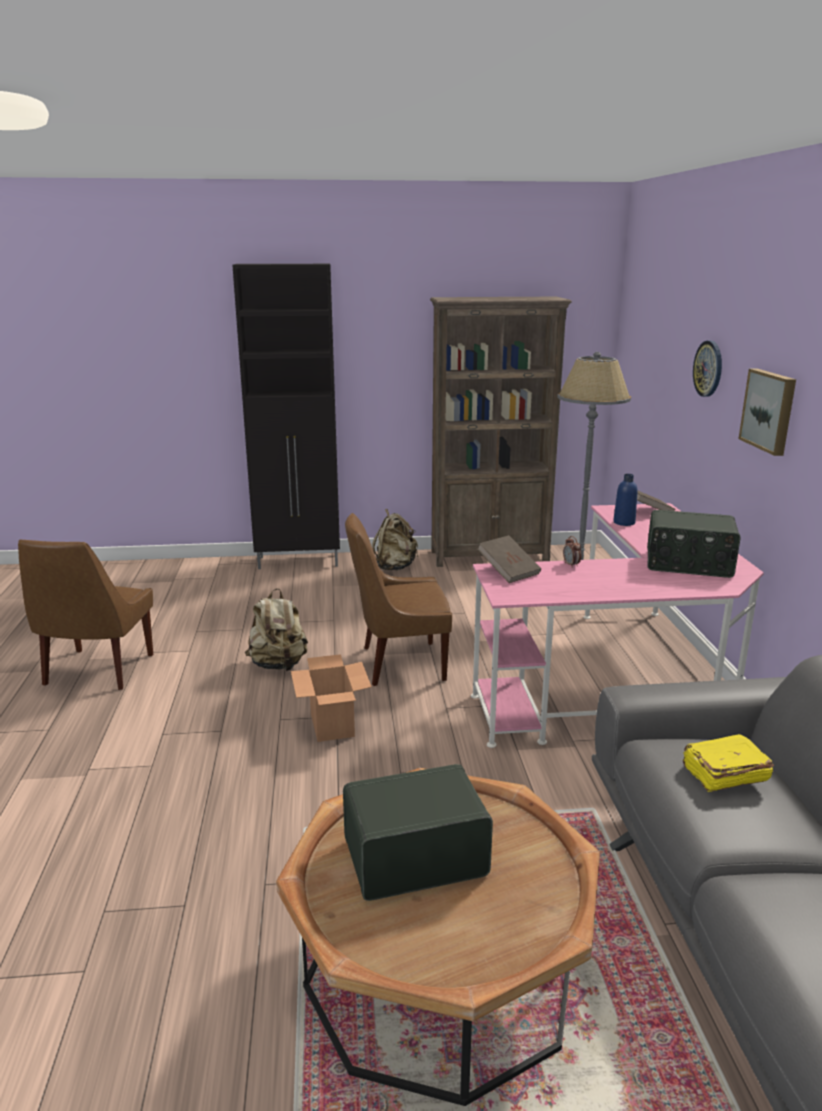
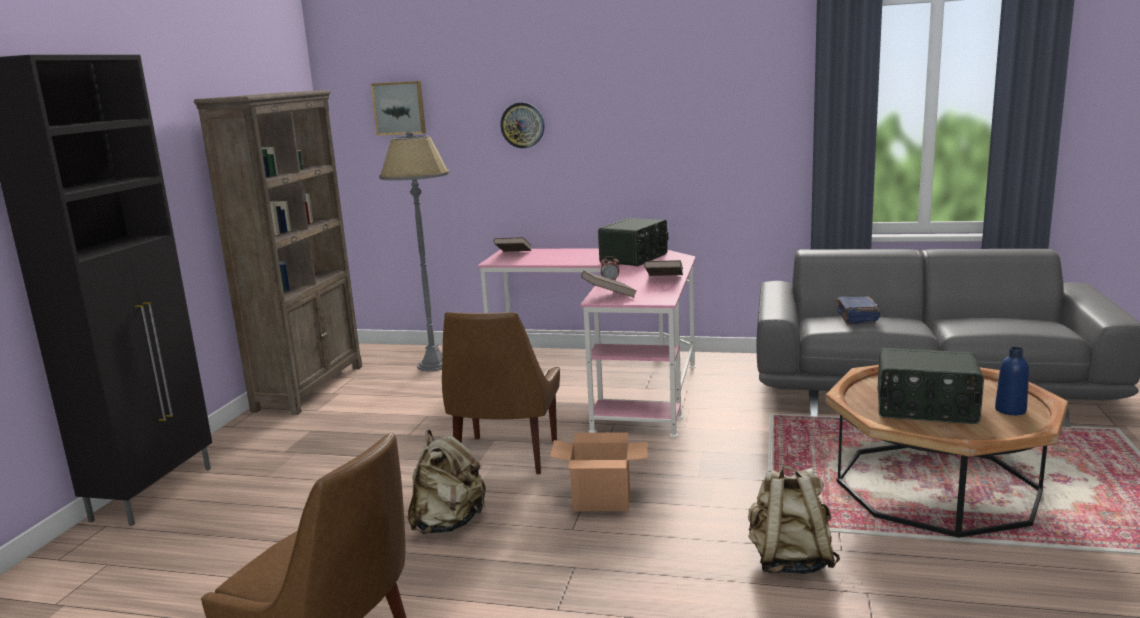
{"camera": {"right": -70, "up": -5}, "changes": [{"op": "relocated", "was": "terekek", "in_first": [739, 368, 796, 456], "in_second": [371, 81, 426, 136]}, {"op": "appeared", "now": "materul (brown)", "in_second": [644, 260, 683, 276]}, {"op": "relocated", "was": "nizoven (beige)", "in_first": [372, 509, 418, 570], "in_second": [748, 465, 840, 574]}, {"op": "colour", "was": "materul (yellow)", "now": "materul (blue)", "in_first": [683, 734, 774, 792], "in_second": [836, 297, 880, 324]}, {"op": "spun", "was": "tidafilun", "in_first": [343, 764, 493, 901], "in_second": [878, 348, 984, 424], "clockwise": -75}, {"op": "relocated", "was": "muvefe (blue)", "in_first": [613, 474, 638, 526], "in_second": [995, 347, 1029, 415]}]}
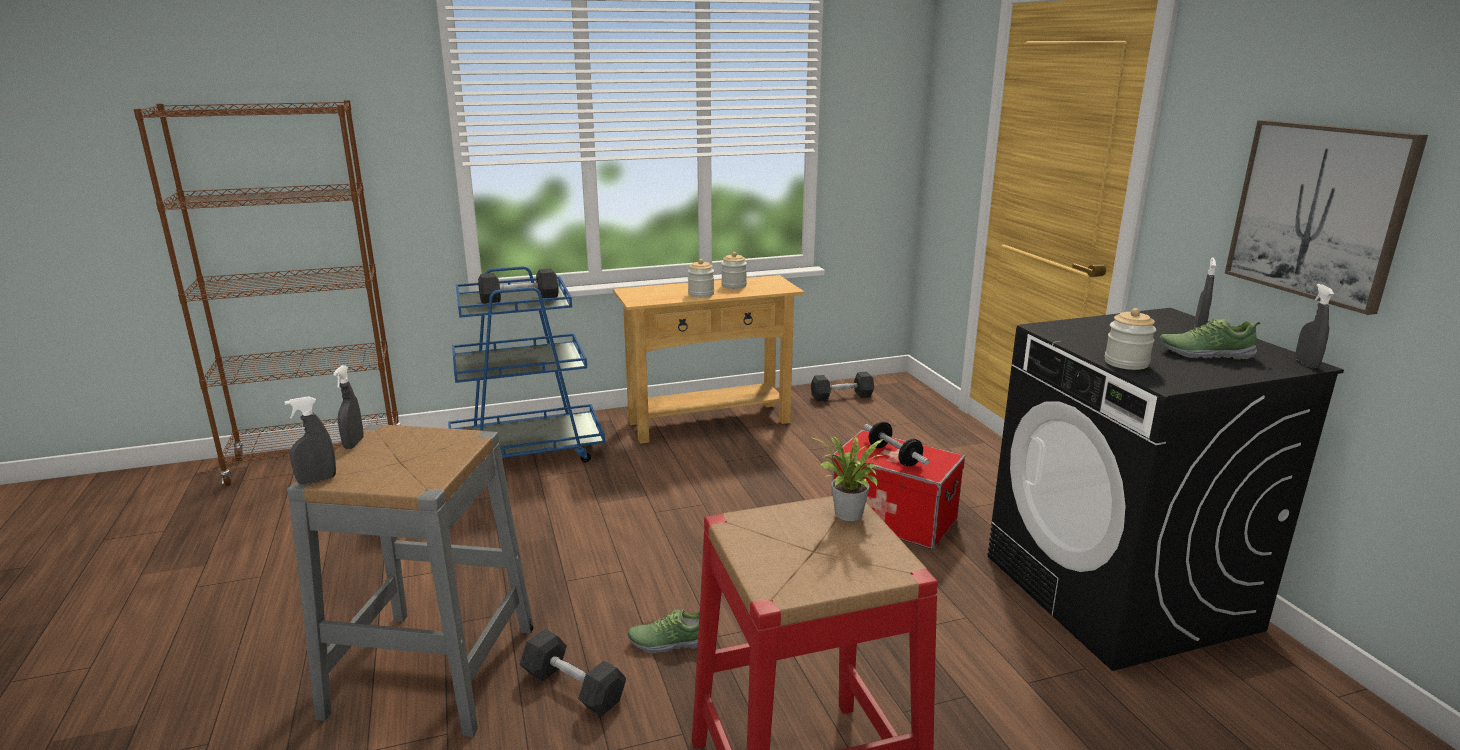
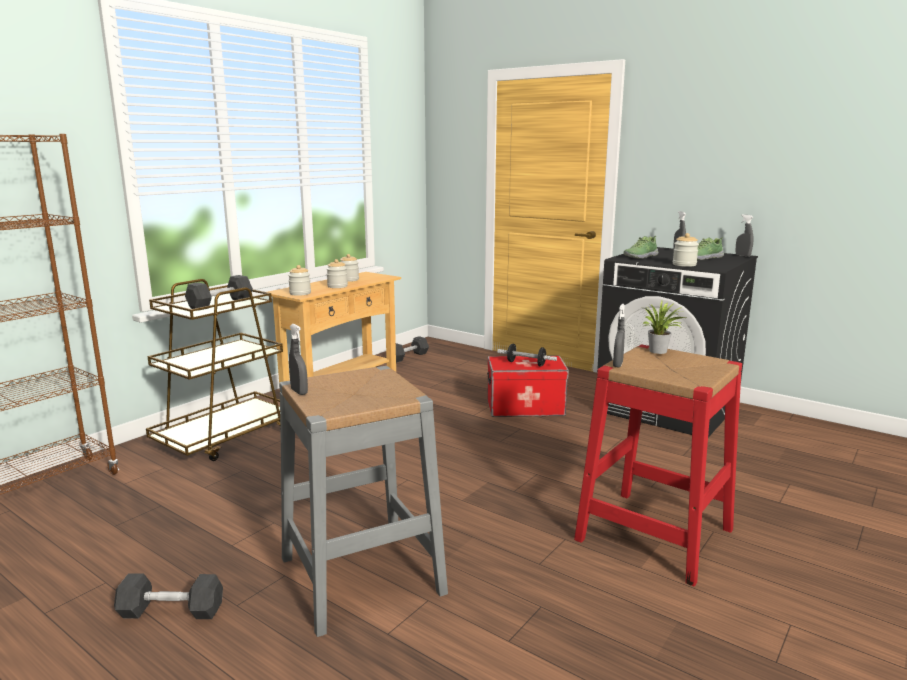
{"camera": {"right": -35, "up": -5}, "changes": [{"op": "relocated", "was": "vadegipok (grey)", "in_first": [520, 629, 626, 716], "in_second": [114, 573, 223, 619]}, {"op": "colour", "was": "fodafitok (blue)", "now": "fodafitok (brown)", "in_first": [448, 266, 605, 462], "in_second": [146, 279, 283, 461]}, {"op": "appeared", "now": "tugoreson", "in_second": [288, 265, 311, 296]}, {"op": "relocated", "was": "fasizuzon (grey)", "in_first": [285, 396, 336, 484], "in_second": [613, 304, 625, 368]}, {"op": "relocated", "was": "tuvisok", "in_first": [628, 609, 700, 653], "in_second": [624, 236, 658, 259]}, {"op": "missing", "was": "terekek", "in_first": [1225, 120, 1428, 315]}]}
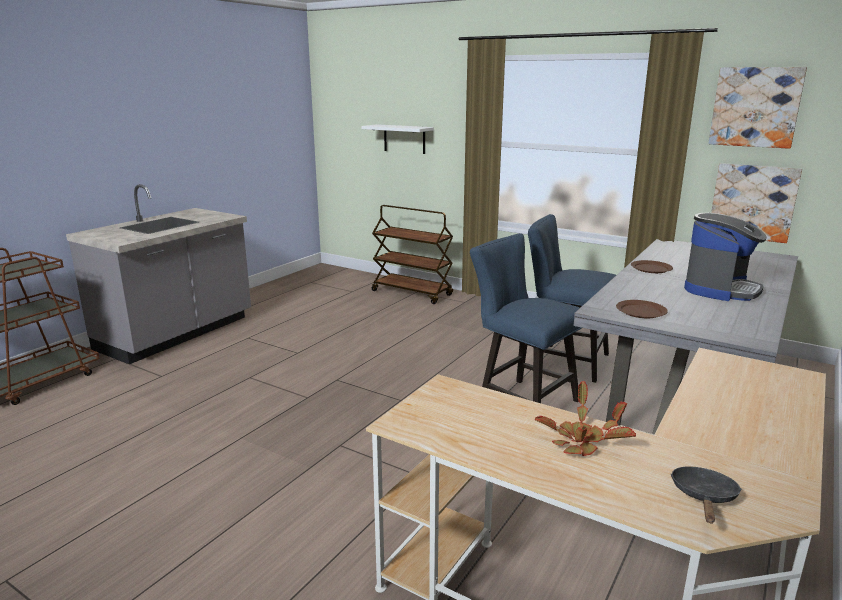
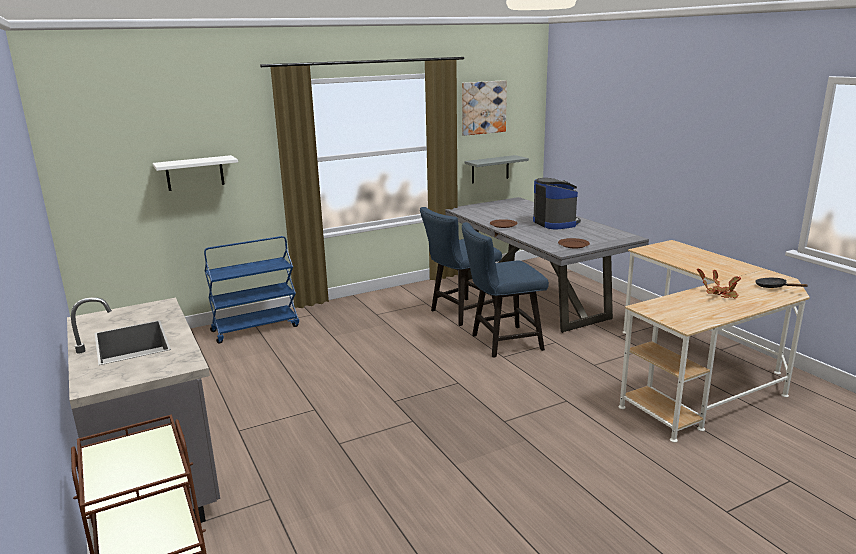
{"camera": {"right": -60, "up": 0}, "changes": [{"op": "colour", "was": "fodafitok (brown)", "now": "fodafitok (blue)", "in_first": [372, 205, 453, 304], "in_second": [204, 236, 299, 344]}, {"op": "exchanged", "was": "terekek", "now": "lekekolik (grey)", "in_first": [711, 163, 802, 243], "in_second": [464, 155, 529, 183]}]}
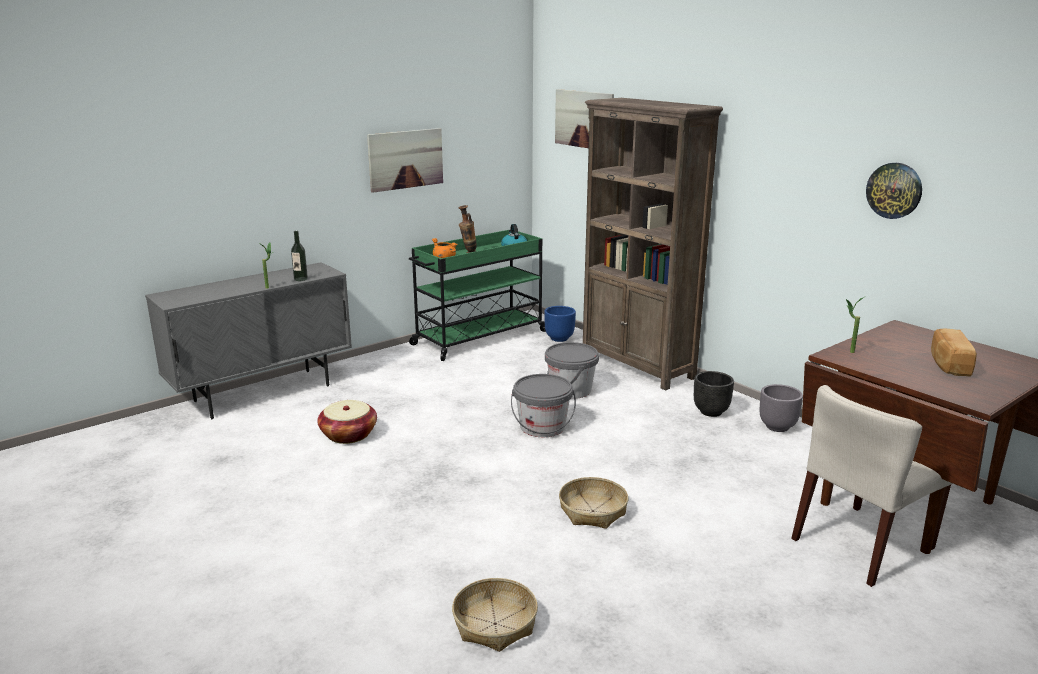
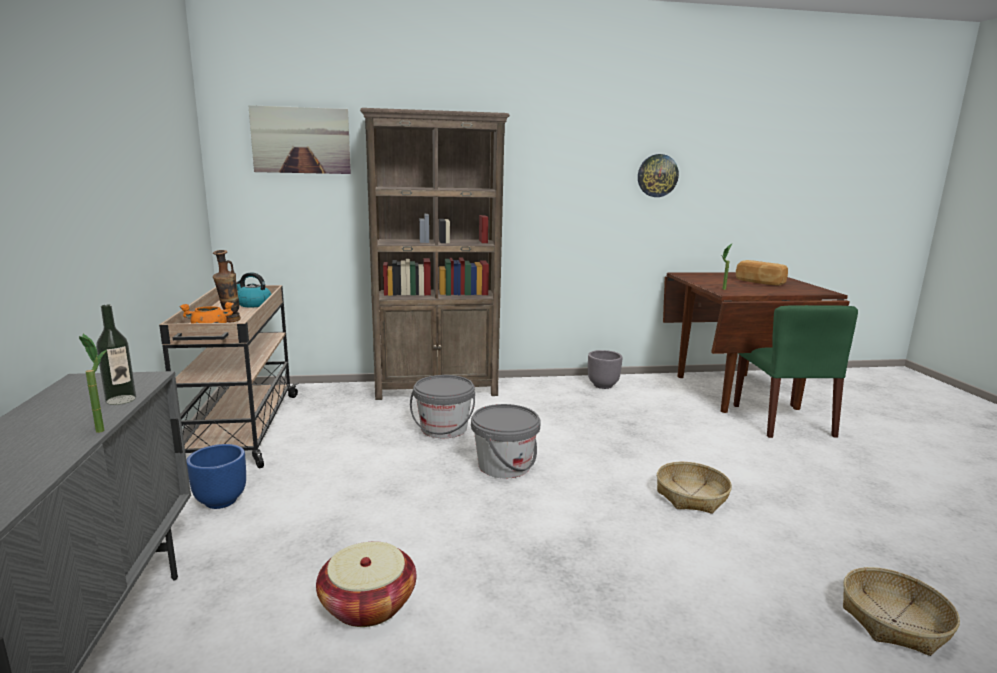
{"camera": {"right": -60, "up": -5}, "changes": [{"op": "colour", "was": "fodafitok (green)", "now": "fodafitok (beige)", "in_first": [409, 230, 546, 361], "in_second": [159, 285, 299, 469]}, {"op": "relocated", "was": "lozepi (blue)", "in_first": [544, 306, 576, 342], "in_second": [186, 444, 246, 509]}, {"op": "colour", "was": "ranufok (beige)", "now": "ranufok (green)", "in_first": [791, 385, 953, 587], "in_second": [734, 305, 858, 438]}, {"op": "missing", "was": "terekek", "in_first": [367, 128, 443, 193]}, {"op": "missing", "was": "lozepi (black)", "in_first": [694, 371, 734, 417]}]}
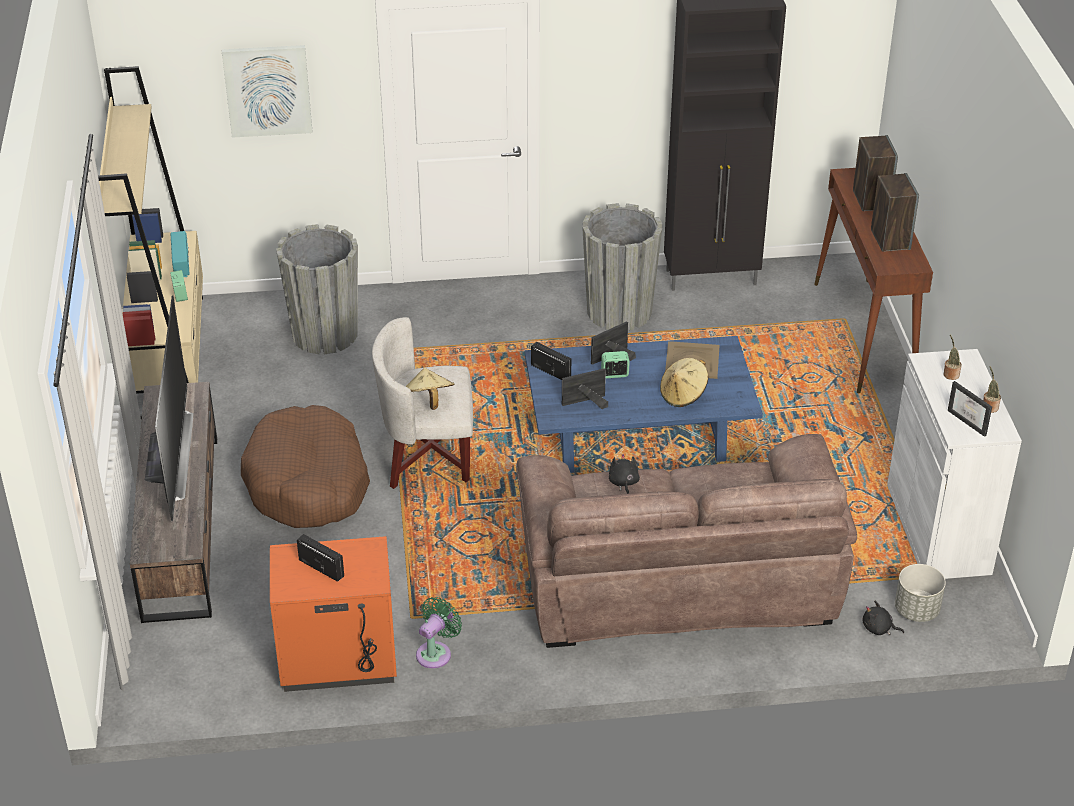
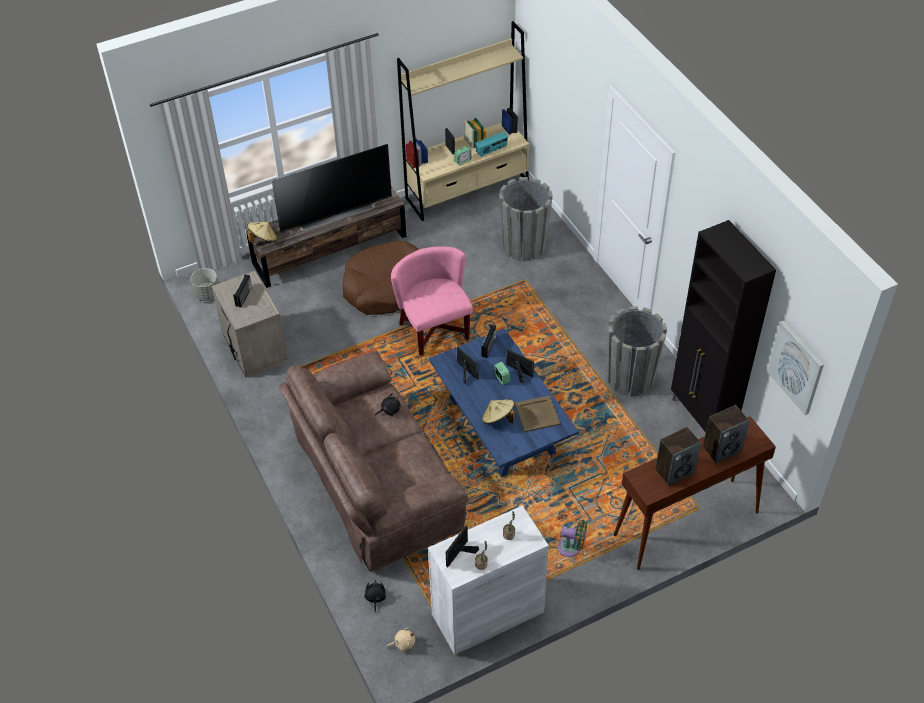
{"camera": {"right": 70, "up": 10}, "changes": [{"op": "relocated", "was": "lozepi (grey)", "in_first": [895, 564, 946, 622], "in_second": [191, 268, 218, 301]}, {"op": "colour", "was": "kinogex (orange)", "now": "kinogex (beige)", "in_first": [270, 536, 397, 692], "in_second": [211, 270, 287, 377]}, {"op": "relocated", "was": "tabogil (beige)", "in_first": [406, 368, 454, 410], "in_second": [247, 222, 278, 243]}, {"op": "appeared", "now": "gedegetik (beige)", "in_second": [386, 627, 415, 652]}, {"op": "colour", "was": "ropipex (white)", "now": "ropipex (pink)", "in_first": [372, 317, 473, 489], "in_second": [391, 246, 473, 356]}, {"op": "relocated", "was": "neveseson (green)", "in_first": [416, 597, 462, 669], "in_second": [558, 520, 587, 557]}, {"op": "relocated", "was": "terekek", "in_first": [222, 45, 312, 138], "in_second": [767, 321, 824, 415]}]}
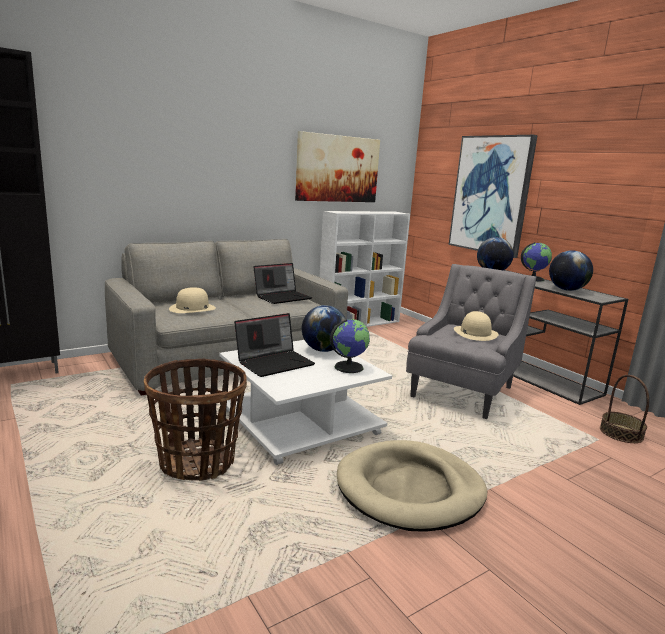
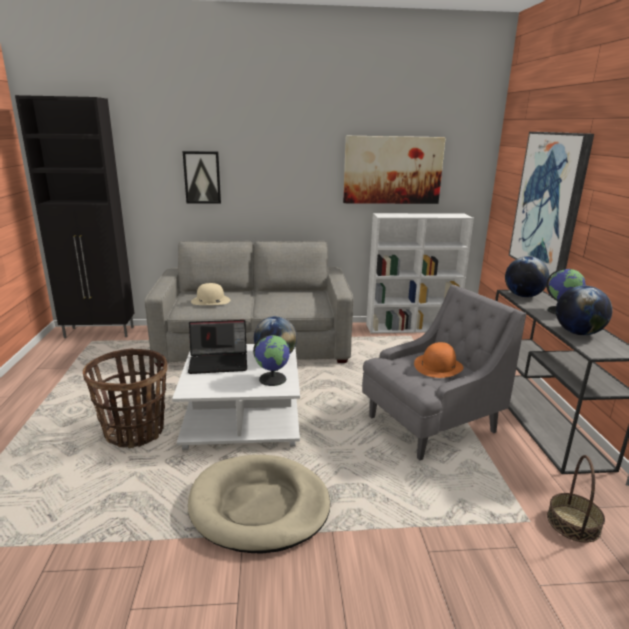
{"camera": {"right": 30, "up": 5}, "changes": [{"op": "appeared", "now": "terekek", "in_second": [183, 151, 221, 204]}, {"op": "colour", "was": "tabogil (beige)", "now": "tabogil (orange)", "in_first": [454, 311, 498, 341], "in_second": [414, 342, 464, 378]}, {"op": "missing", "was": "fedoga", "in_first": [254, 263, 312, 304]}]}
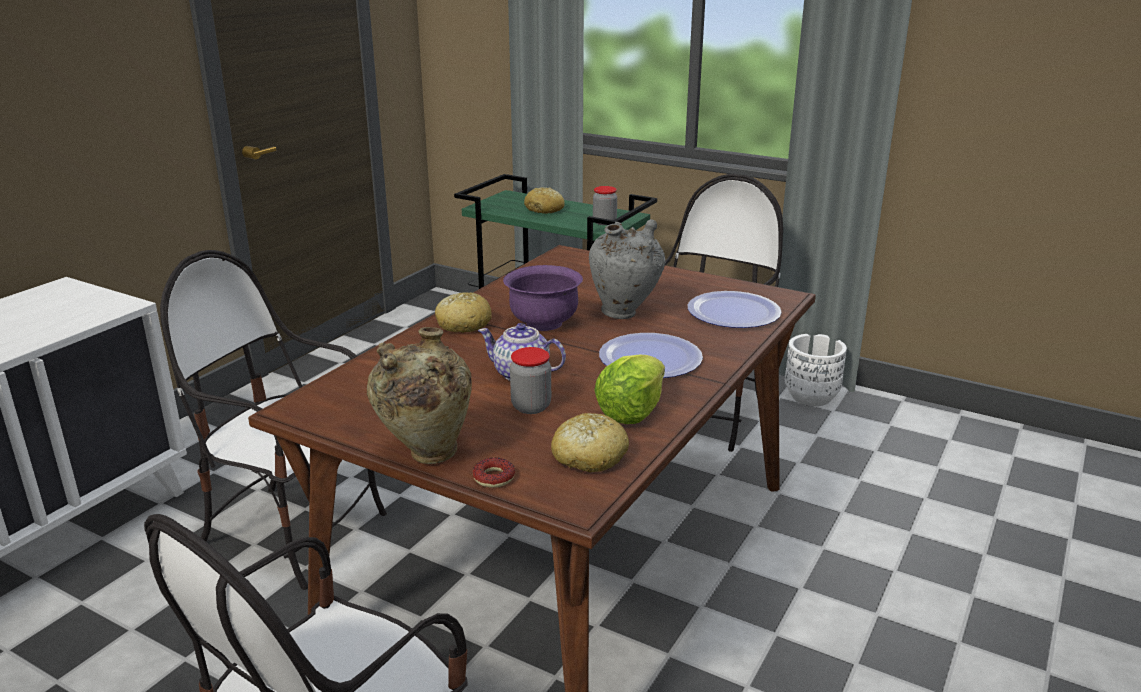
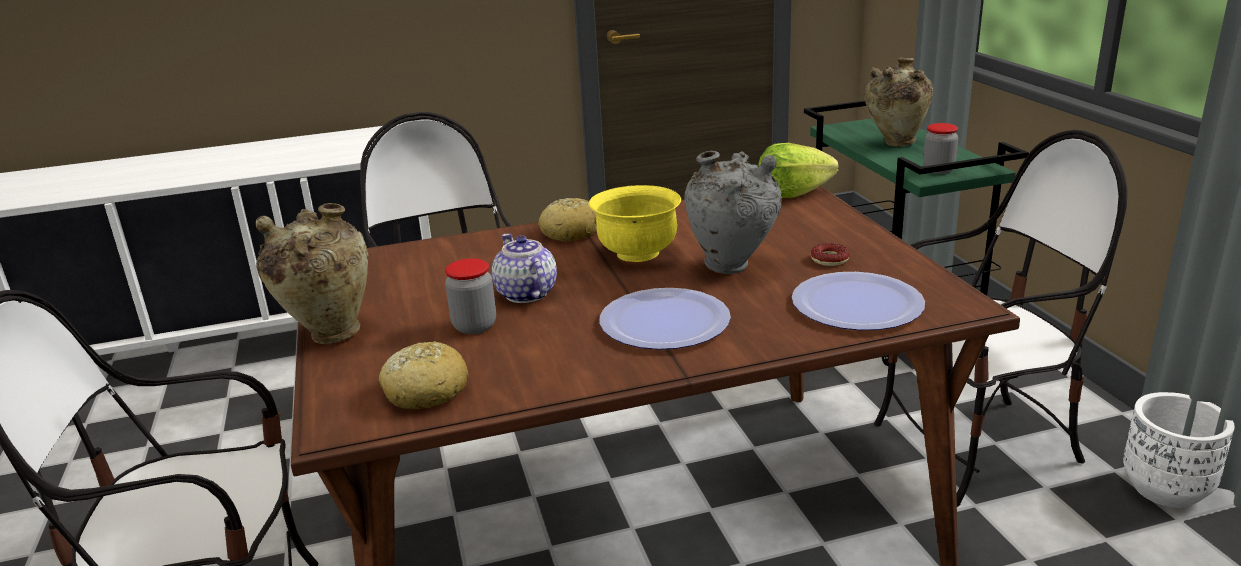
{"camera": {"right": 45, "up": 0}, "changes": [{"op": "colour", "was": "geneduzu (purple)", "now": "geneduzu (yellow)", "in_first": [503, 265, 583, 331], "in_second": [589, 185, 681, 262]}, {"op": "relocated", "was": "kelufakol", "in_first": [594, 355, 665, 424], "in_second": [758, 143, 839, 198]}, {"op": "relocated", "was": "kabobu", "in_first": [473, 458, 515, 488], "in_second": [811, 243, 850, 266]}, {"op": "exchanged", "was": "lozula", "now": "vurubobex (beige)", "in_first": [524, 187, 565, 214], "in_second": [864, 57, 933, 146]}]}
